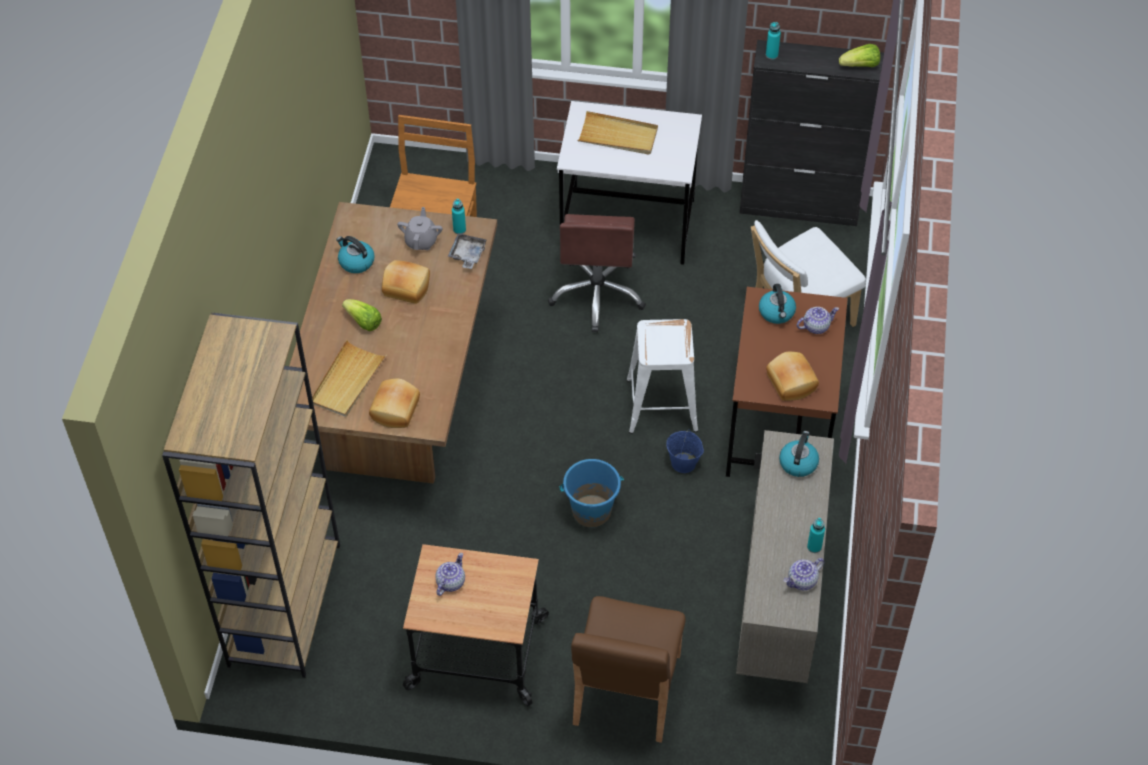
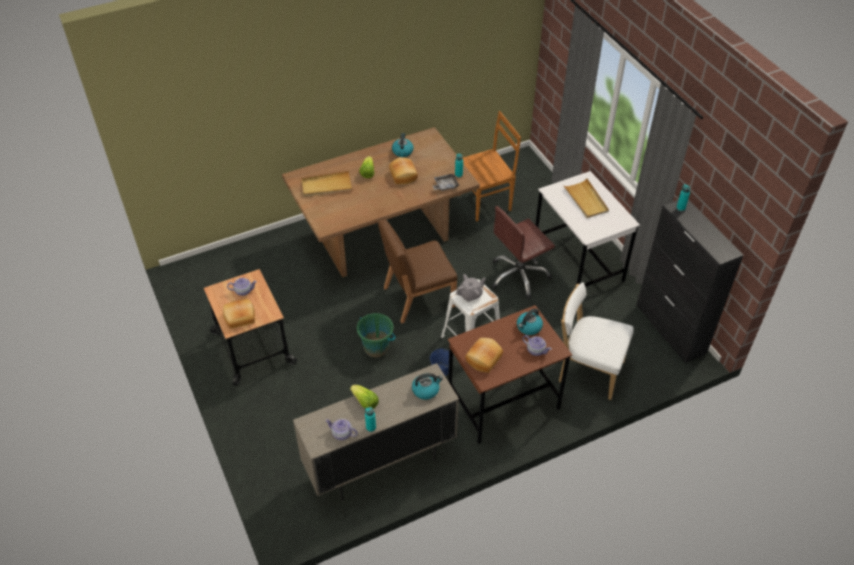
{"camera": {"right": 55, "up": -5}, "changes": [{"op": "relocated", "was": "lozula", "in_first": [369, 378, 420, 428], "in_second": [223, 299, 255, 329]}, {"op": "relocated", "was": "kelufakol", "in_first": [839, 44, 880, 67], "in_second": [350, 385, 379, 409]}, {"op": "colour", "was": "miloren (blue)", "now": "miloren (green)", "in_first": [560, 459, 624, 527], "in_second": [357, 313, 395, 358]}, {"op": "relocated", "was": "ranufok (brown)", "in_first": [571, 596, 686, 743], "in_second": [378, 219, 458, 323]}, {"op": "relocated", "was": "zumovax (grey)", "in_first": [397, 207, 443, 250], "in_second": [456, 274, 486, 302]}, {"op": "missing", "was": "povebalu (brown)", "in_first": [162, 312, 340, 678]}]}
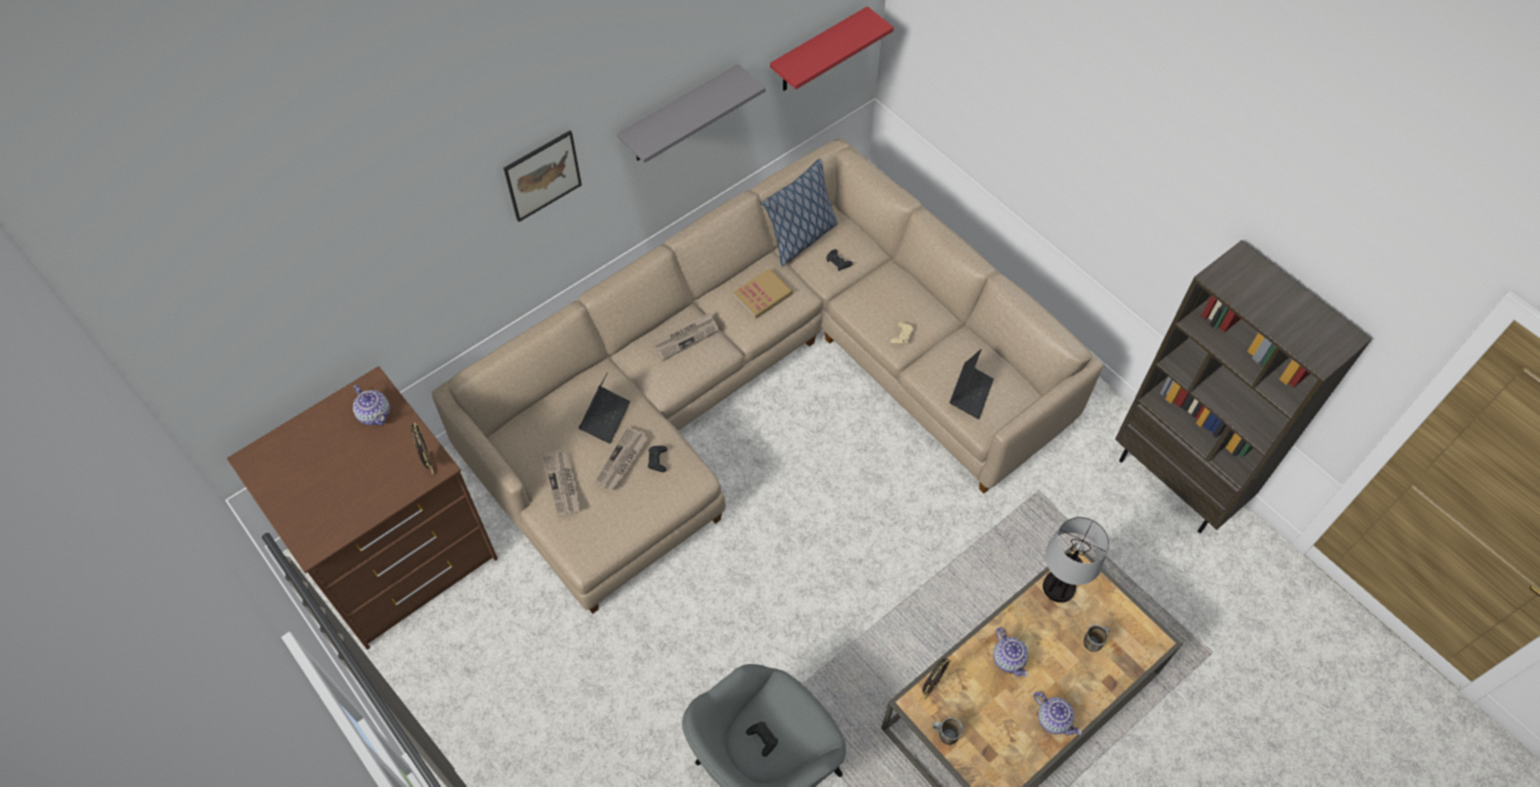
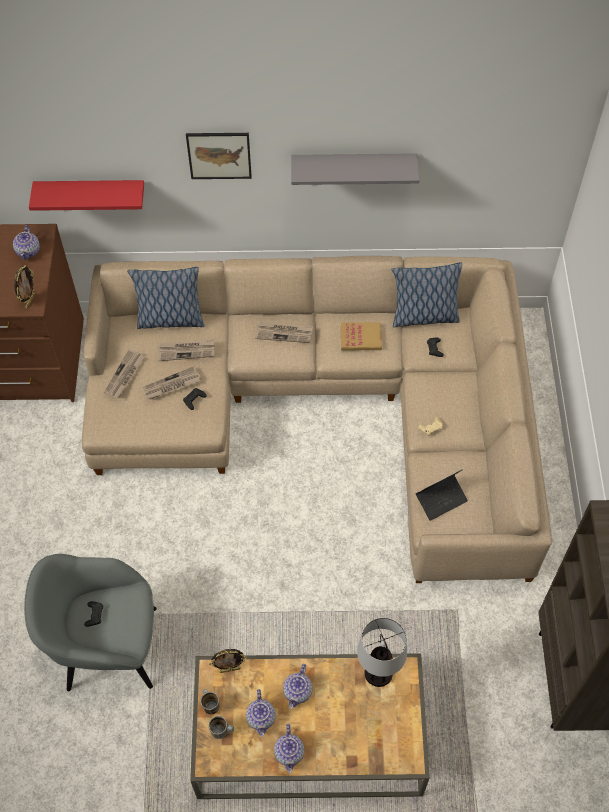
{"camera": {"right": 40, "up": 0}, "changes": [{"op": "relocated", "was": "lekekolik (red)", "in_first": [770, 6, 894, 91], "in_second": [29, 180, 144, 211]}, {"op": "appeared", "now": "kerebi", "in_second": [127, 267, 204, 329]}, {"op": "exchanged", "was": "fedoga", "now": "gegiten", "in_first": [579, 372, 630, 444], "in_second": [158, 340, 215, 361]}, {"op": "relocated", "was": "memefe", "in_first": [1084, 625, 1110, 652], "in_second": [209, 716, 234, 739]}, {"op": "appeared", "now": "zumovax", "in_second": [246, 689, 276, 737]}]}
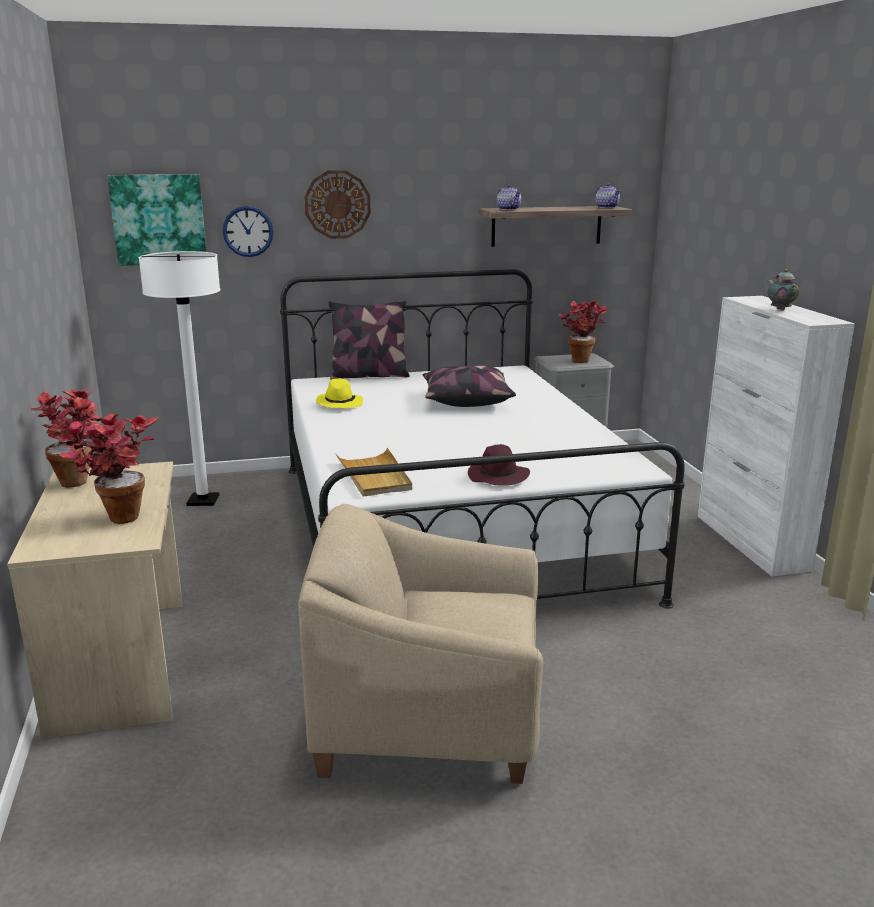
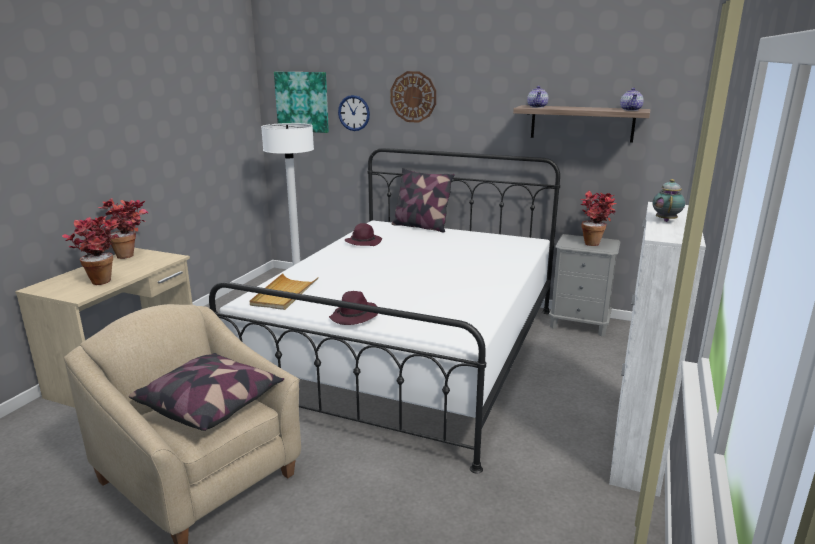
{"camera": {"right": 35, "up": 0}, "changes": [{"op": "relocated", "was": "kerebi", "in_first": [423, 366, 516, 407], "in_second": [129, 353, 284, 431]}, {"op": "colour", "was": "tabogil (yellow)", "now": "tabogil (purple)", "in_first": [316, 378, 363, 408], "in_second": [345, 223, 382, 246]}]}
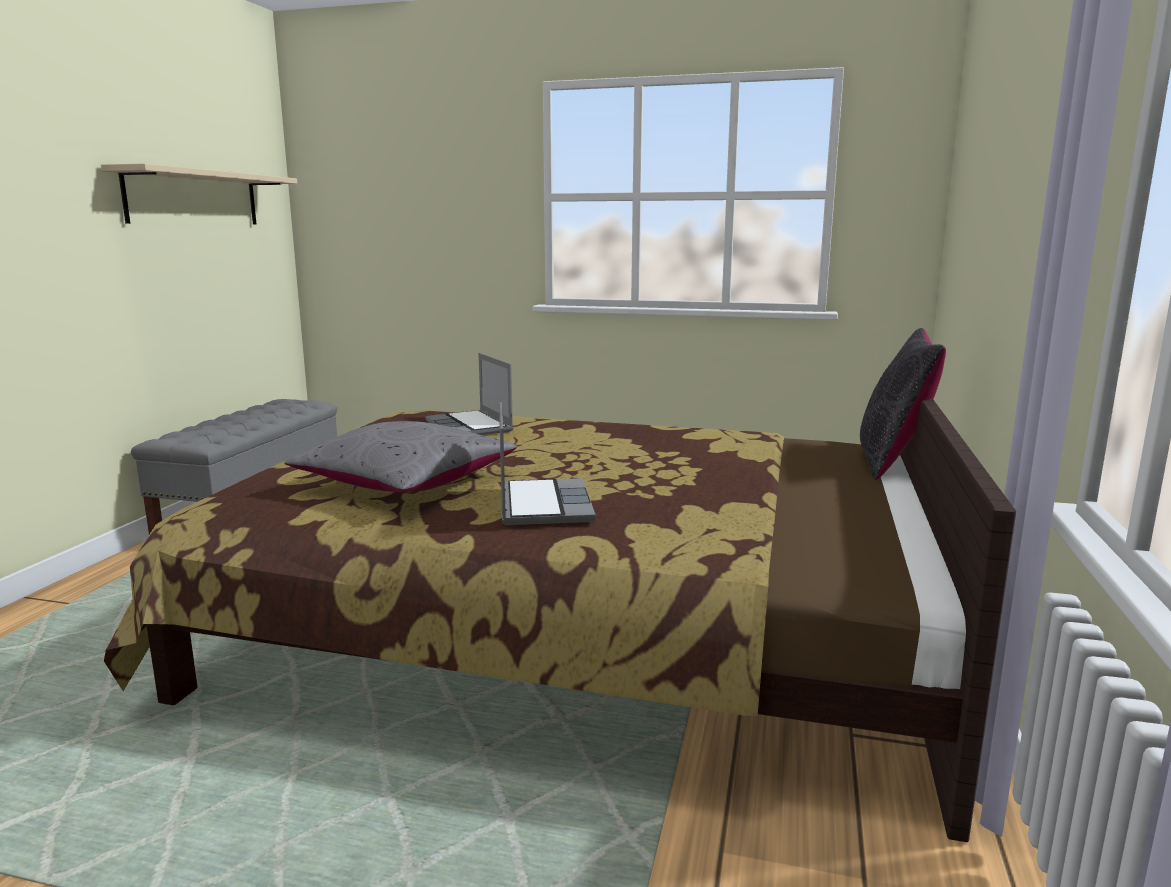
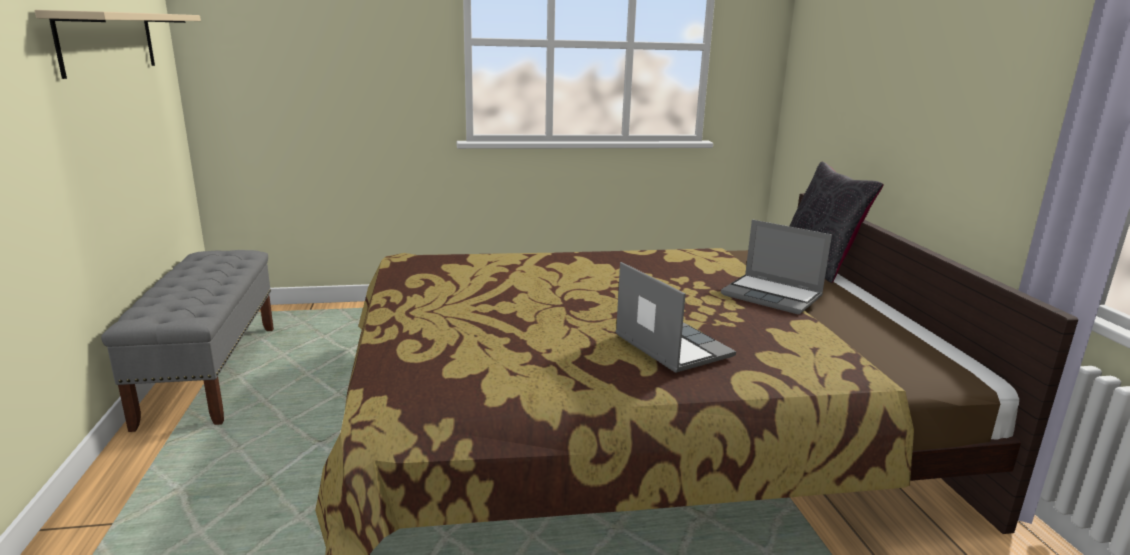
{"camera": {"right": -25, "up": 5}, "changes": [{"op": "relocated", "was": "fedoga", "in_first": [425, 353, 513, 435], "in_second": [721, 219, 832, 314]}, {"op": "missing", "was": "kerebi (grey)", "in_first": [284, 421, 517, 493]}]}
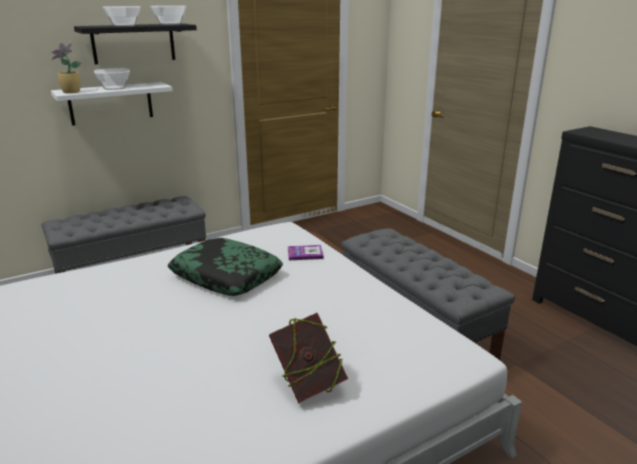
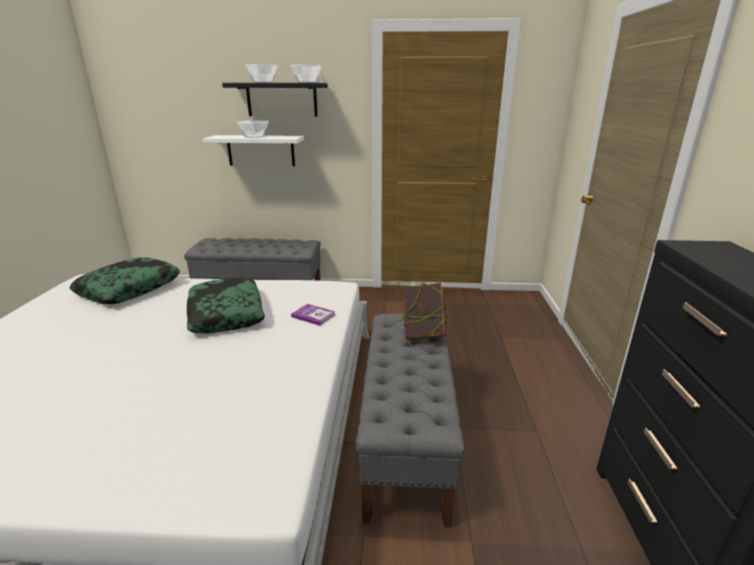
{"camera": {"right": 35, "up": 0}, "changes": [{"op": "appeared", "now": "kerebi", "in_second": [69, 257, 180, 304]}, {"op": "relocated", "was": "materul", "in_first": [269, 313, 348, 403], "in_second": [402, 283, 448, 340]}, {"op": "missing", "was": "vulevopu", "in_first": [51, 43, 81, 93]}]}
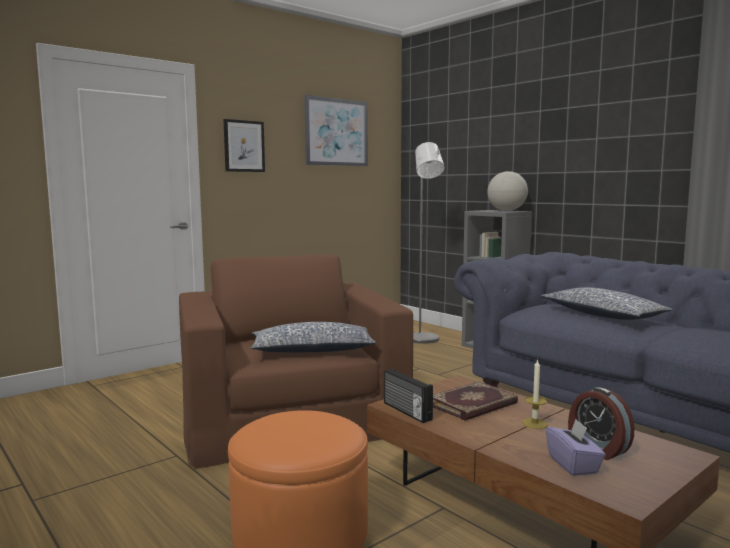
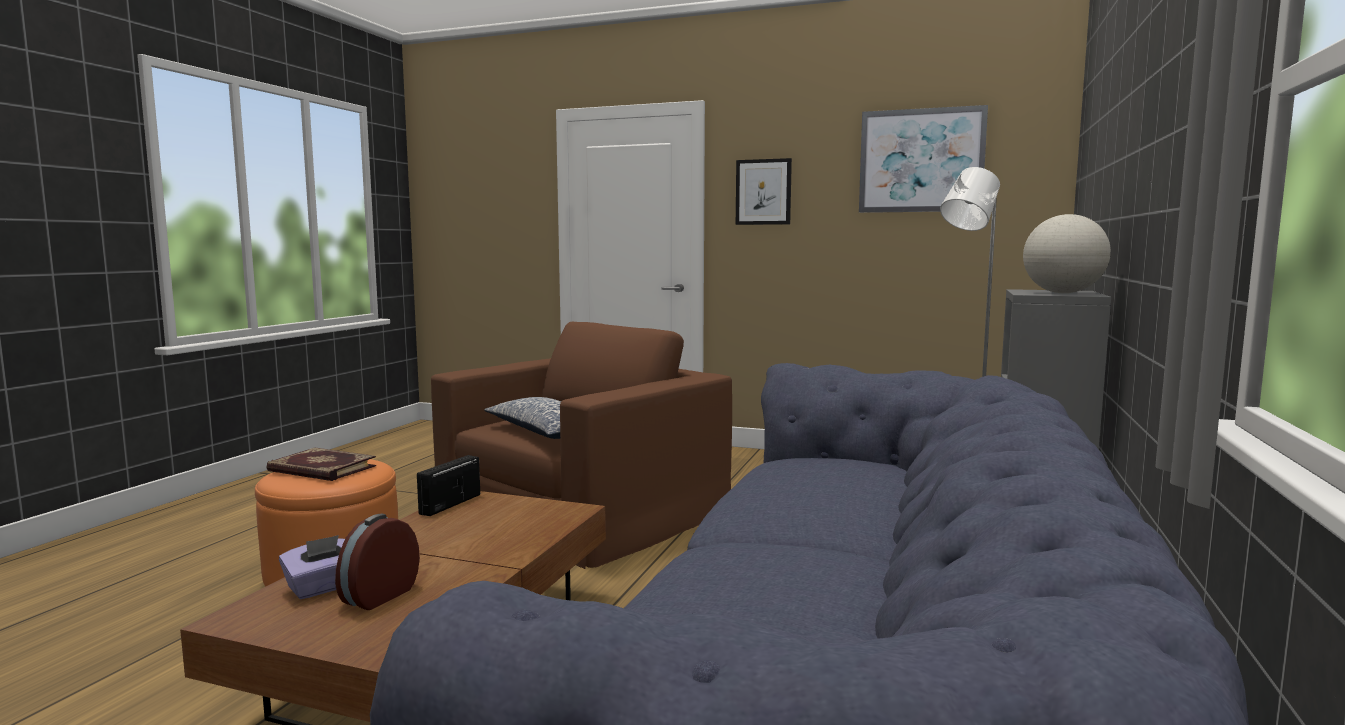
{"camera": {"right": 60, "up": 0}, "changes": [{"op": "relocated", "was": "materul", "in_first": [433, 381, 518, 421], "in_second": [266, 448, 376, 481]}, {"op": "missing", "was": "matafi", "in_first": [522, 359, 548, 429]}, {"op": "missing", "was": "kerebi", "in_first": [541, 287, 673, 320]}]}
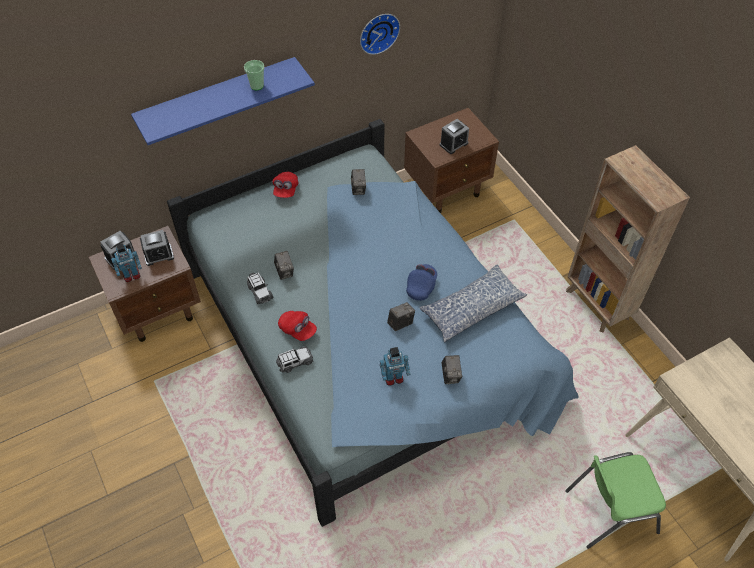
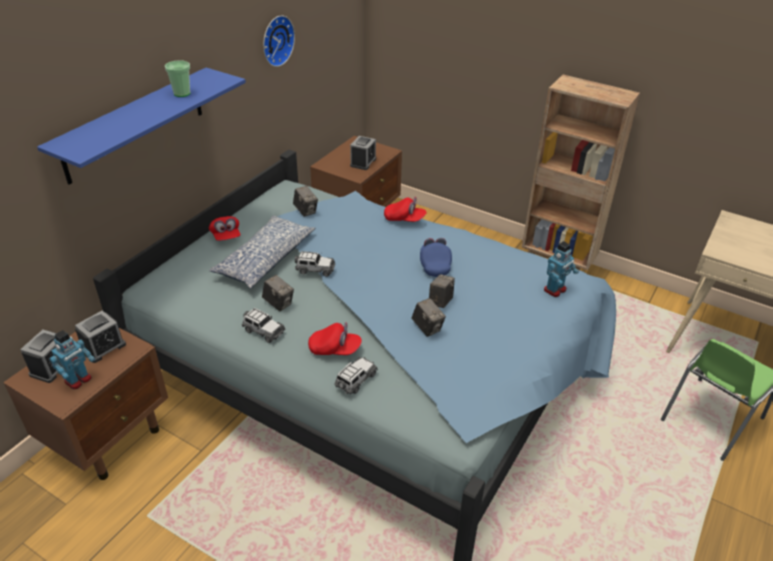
{"camera": {"right": -30, "up": -15}, "changes": [{"op": "relocated", "was": "kerebi", "in_first": [419, 264, 527, 342], "in_second": [209, 215, 315, 289]}, {"op": "appeared", "now": "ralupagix", "in_second": [295, 251, 335, 277]}, {"op": "appeared", "now": "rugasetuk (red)", "in_second": [384, 197, 427, 222]}, {"op": "relocated", "was": "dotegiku", "in_first": [441, 355, 462, 385], "in_second": [412, 298, 446, 337]}, {"op": "relocated", "was": "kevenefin", "in_first": [380, 347, 411, 386], "in_second": [544, 241, 579, 297]}]}
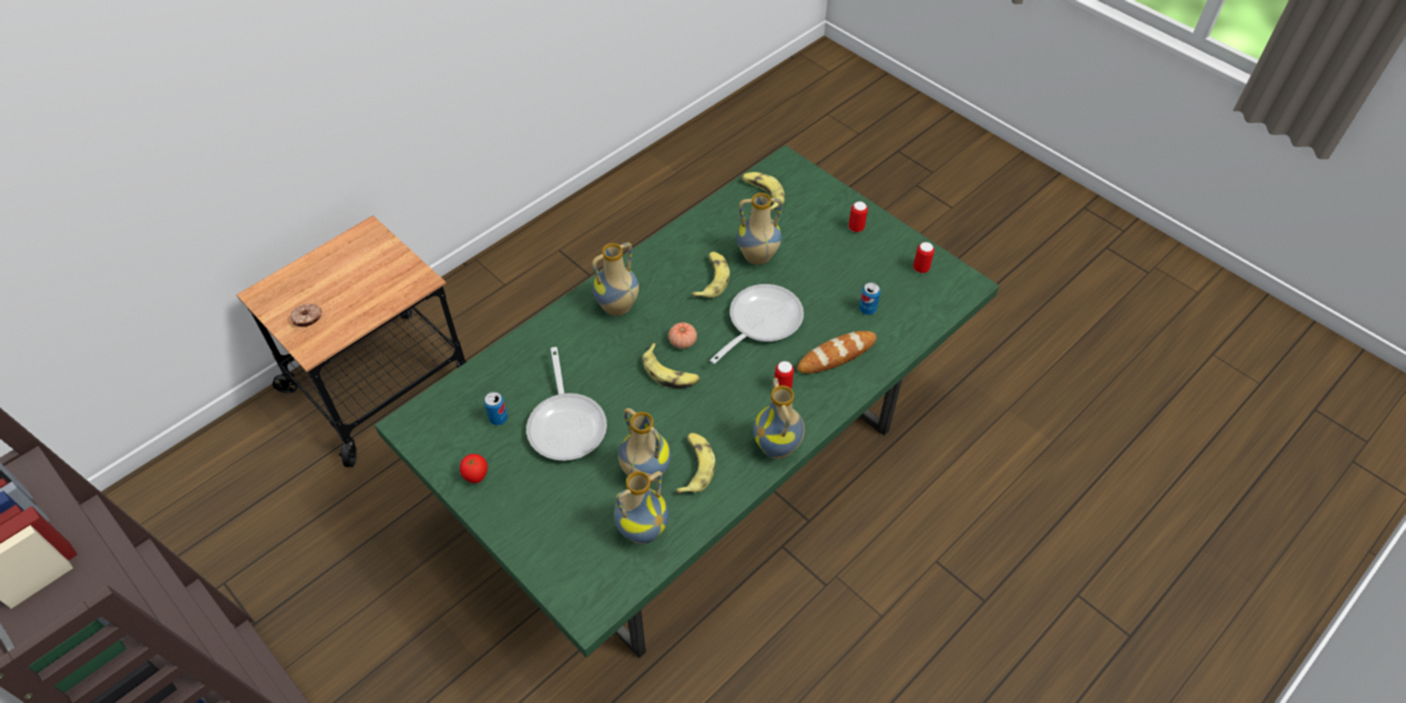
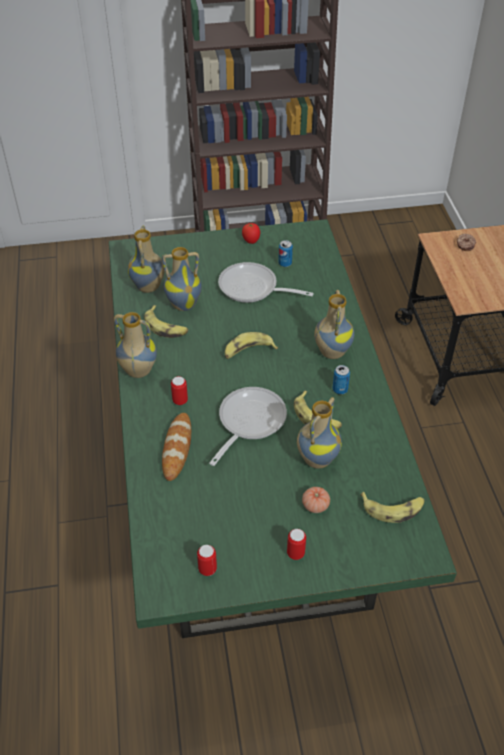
{"camera": {"right": 125, "up": -5}, "changes": [{"op": "spun", "was": "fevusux", "in_first": [710, 284, 804, 364], "in_second": [209, 387, 287, 466], "clockwise": -135}, {"op": "relocated", "was": "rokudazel", "in_first": [668, 322, 697, 349], "in_second": [302, 487, 330, 513]}, {"op": "relocated", "was": "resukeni", "in_first": [859, 282, 880, 315], "in_second": [332, 365, 350, 394]}]}
